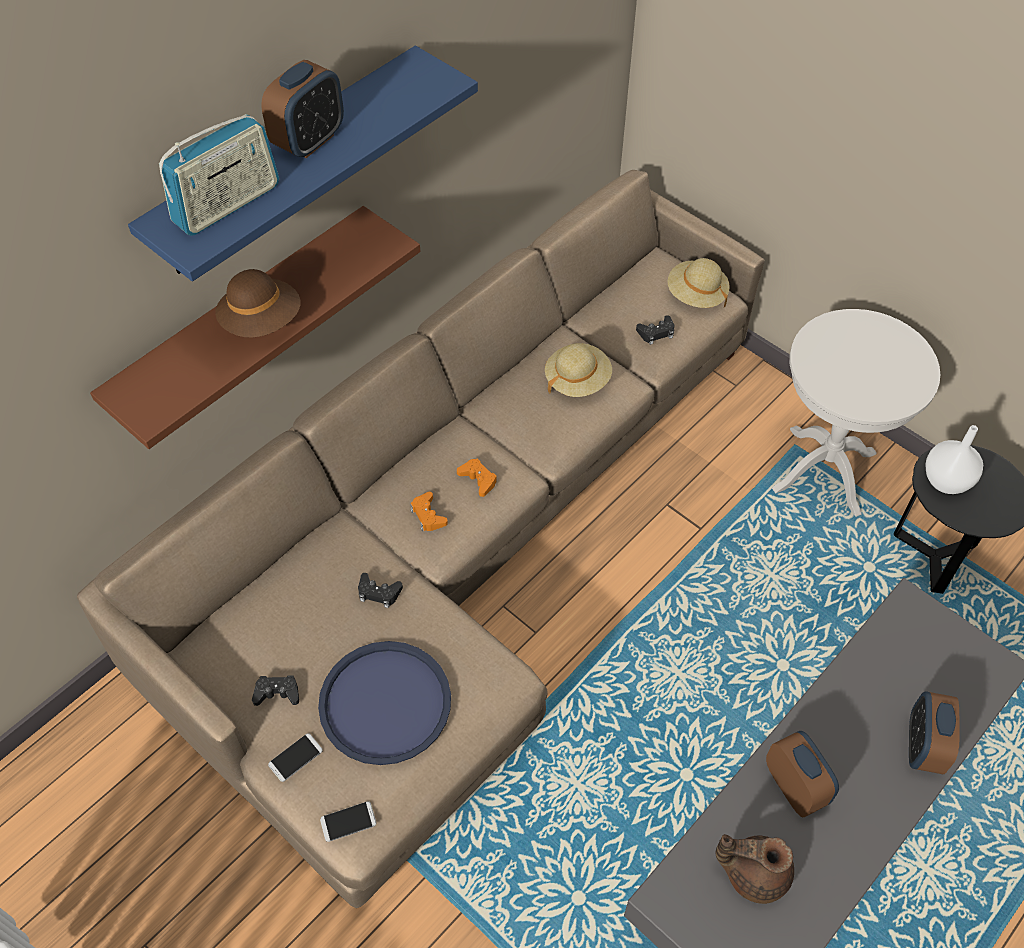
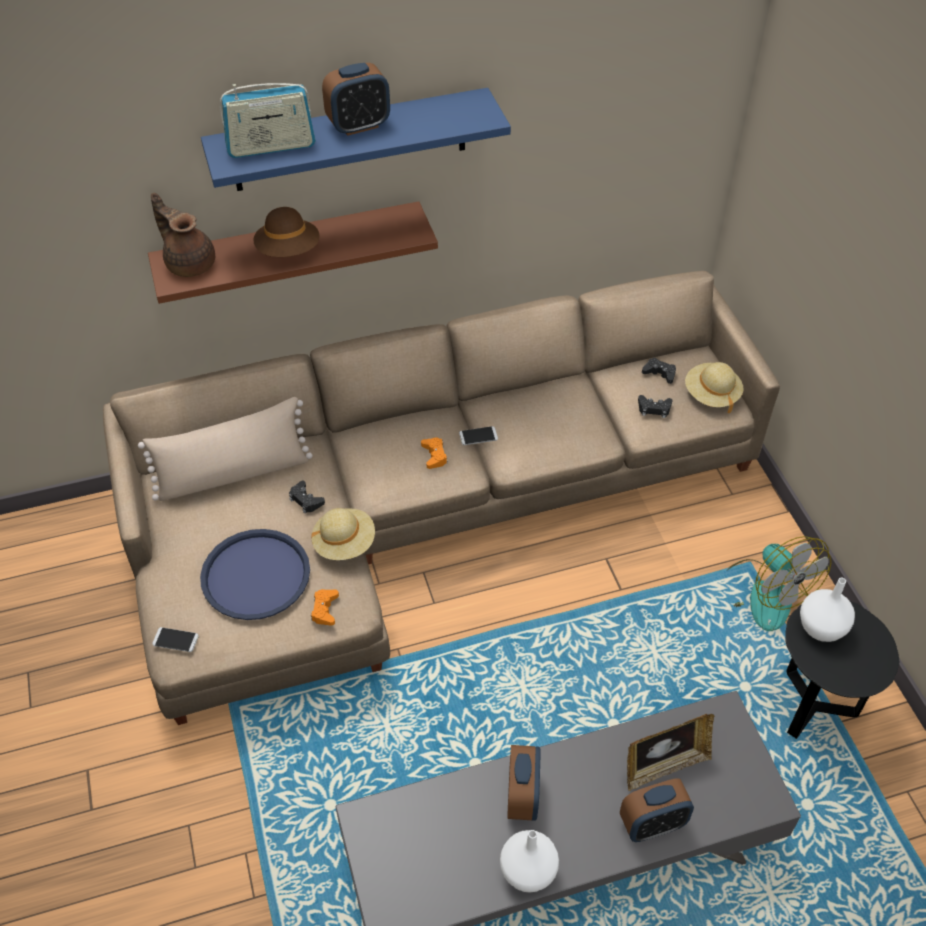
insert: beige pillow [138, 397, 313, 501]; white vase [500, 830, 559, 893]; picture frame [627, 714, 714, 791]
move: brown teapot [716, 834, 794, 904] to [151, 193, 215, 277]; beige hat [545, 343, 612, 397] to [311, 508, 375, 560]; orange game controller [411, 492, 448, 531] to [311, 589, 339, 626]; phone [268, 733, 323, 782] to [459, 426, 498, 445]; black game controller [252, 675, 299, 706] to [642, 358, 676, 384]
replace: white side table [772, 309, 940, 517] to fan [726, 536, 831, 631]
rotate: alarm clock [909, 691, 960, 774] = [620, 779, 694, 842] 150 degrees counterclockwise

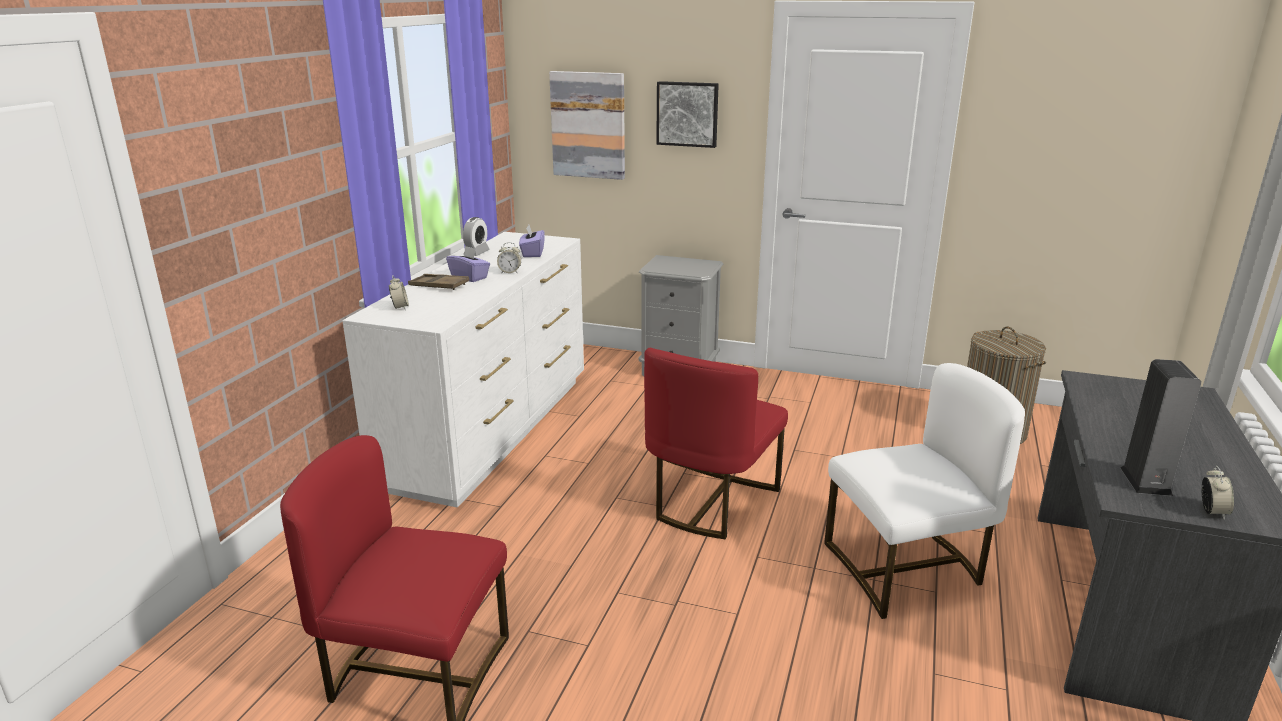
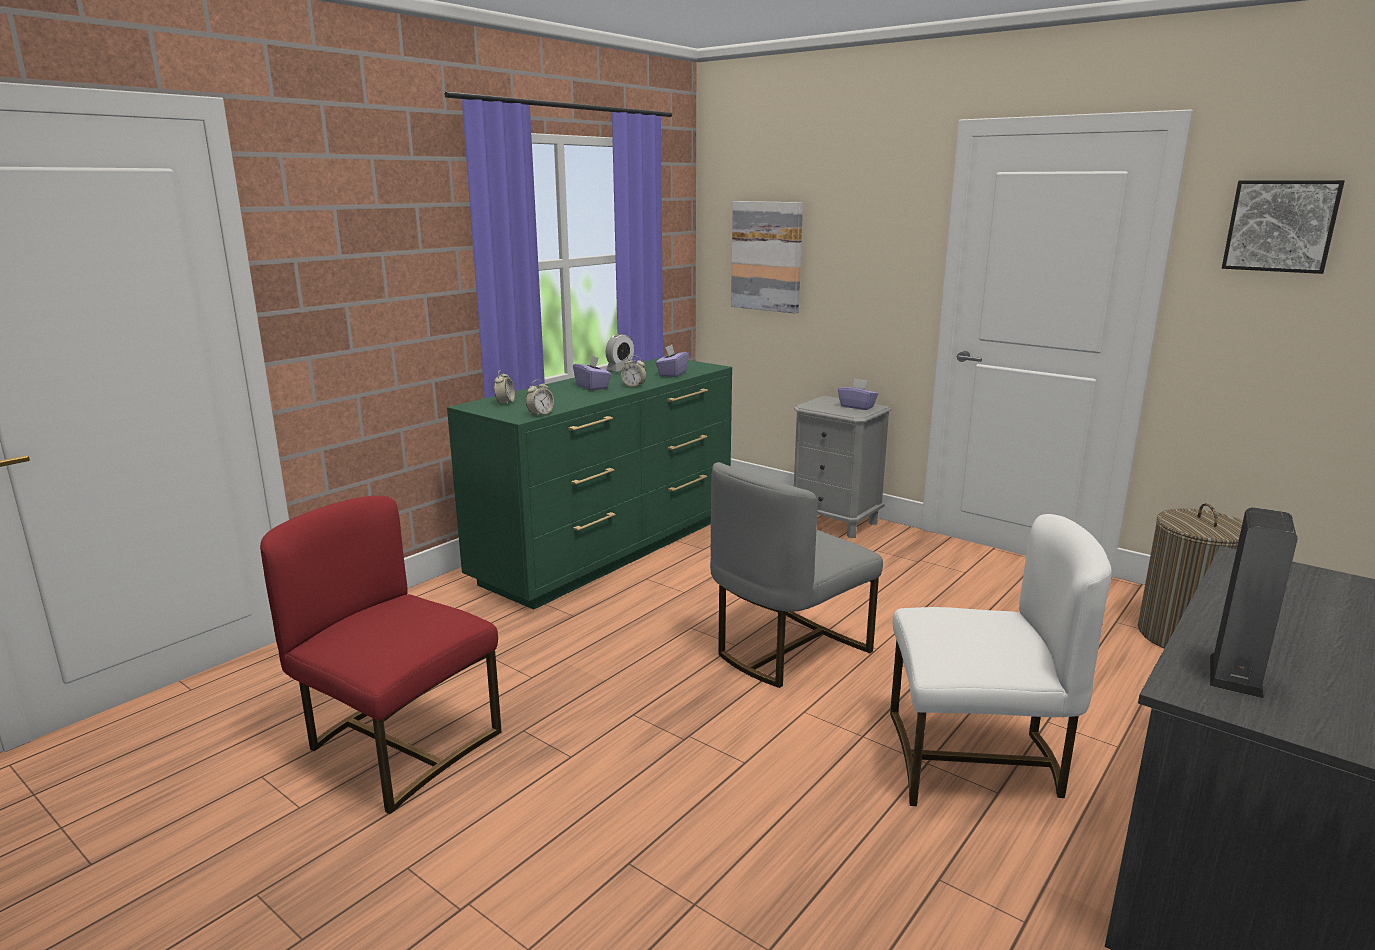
delete: brown tray [408, 274, 469, 290]
insert: purple tissue box [838, 379, 878, 410]
move: alarm clock [1202, 466, 1234, 520] to [526, 380, 554, 417]; picture [656, 81, 719, 148] to [1222, 180, 1345, 274]
recolor: white dresser [342, 232, 584, 508] to green dresser [447, 357, 732, 610]; red chair [644, 348, 788, 539] to grey chair [710, 462, 883, 688]

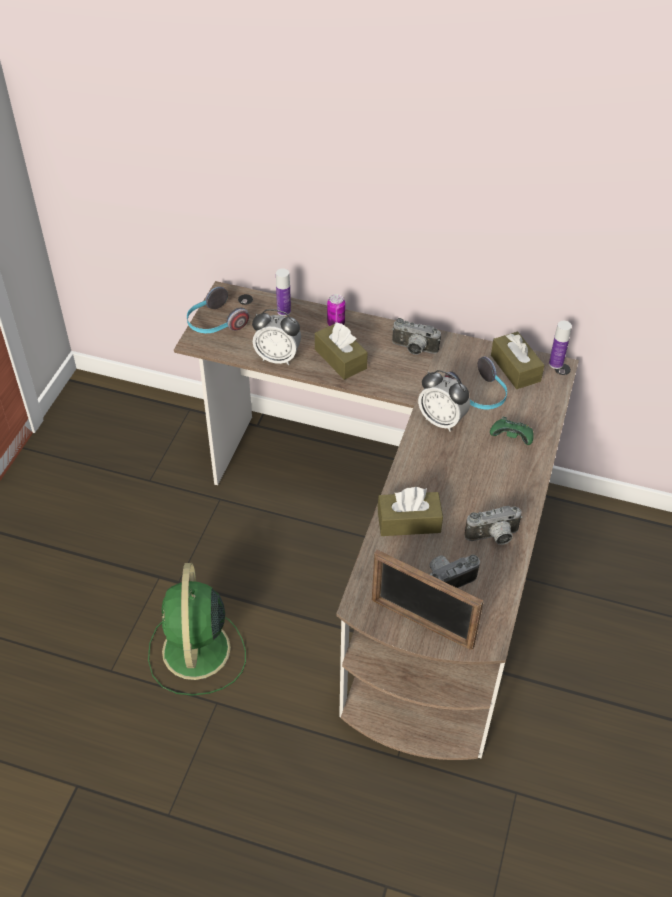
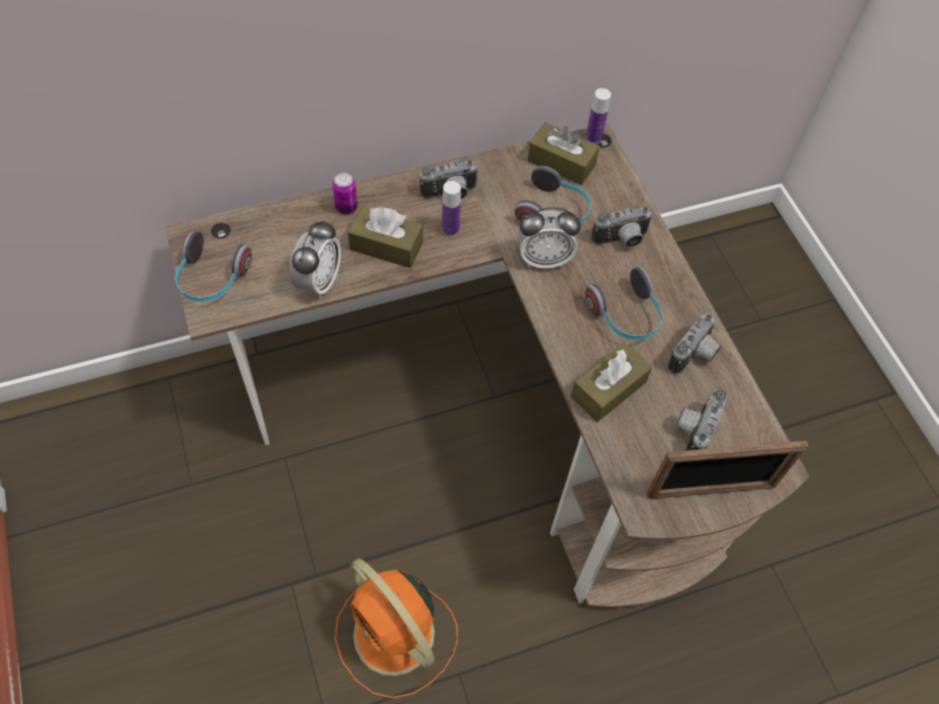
insert: headphones [585, 267, 662, 340]
move: bottle [276, 268, 291, 316] to [442, 181, 461, 237]
replace: green game controller [490, 417, 534, 445] to photo camera [591, 206, 653, 248]
recolor: green fan [148, 563, 246, 696] to orange fan [335, 559, 458, 699]
rotate: alarm clock [252, 309, 301, 365] = [289, 220, 341, 298] 45 degrees counterclockwise

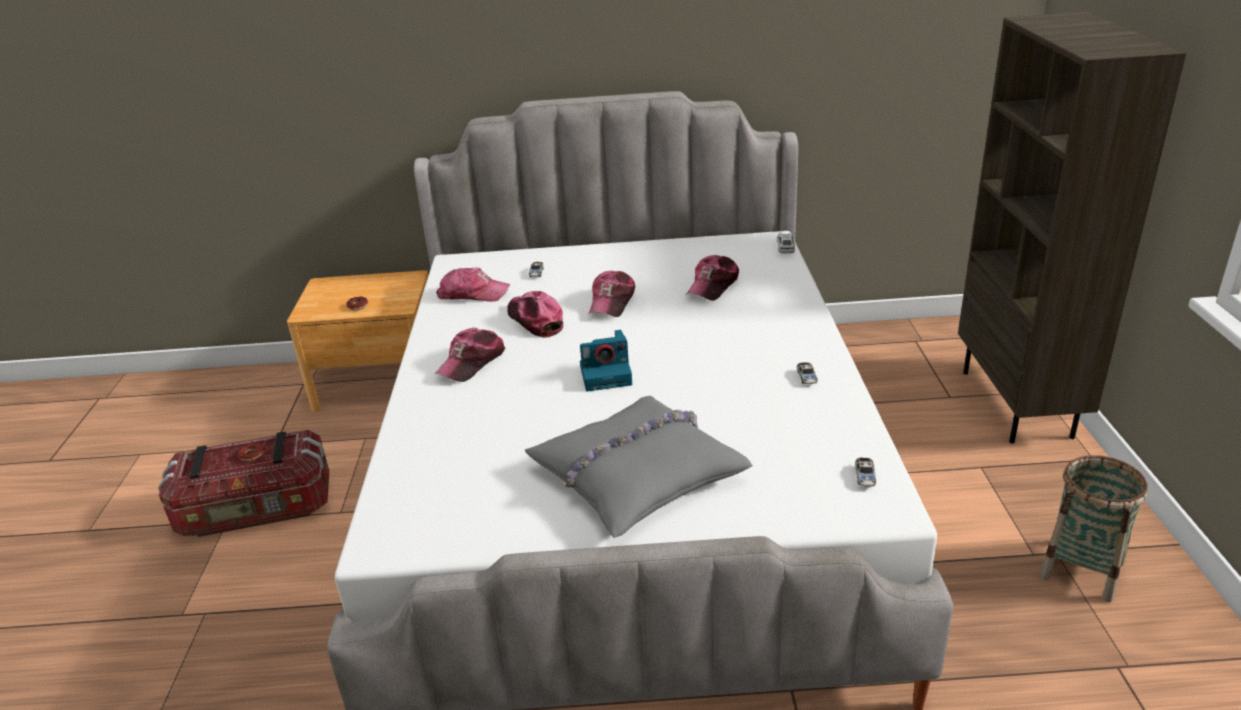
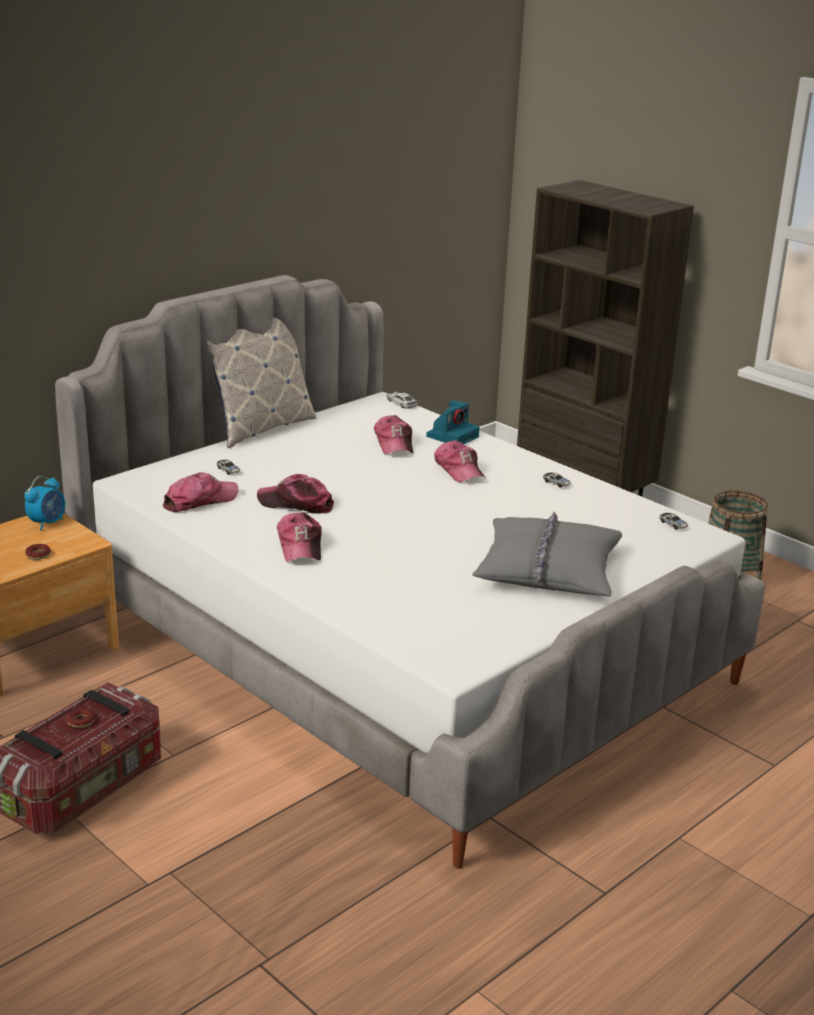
insert: alarm clock [24, 476, 65, 531]; pillow [207, 318, 316, 448]
move: photo camera [580, 330, 632, 391] to [426, 400, 480, 444]; cap [589, 271, 635, 317] to [434, 440, 485, 483]

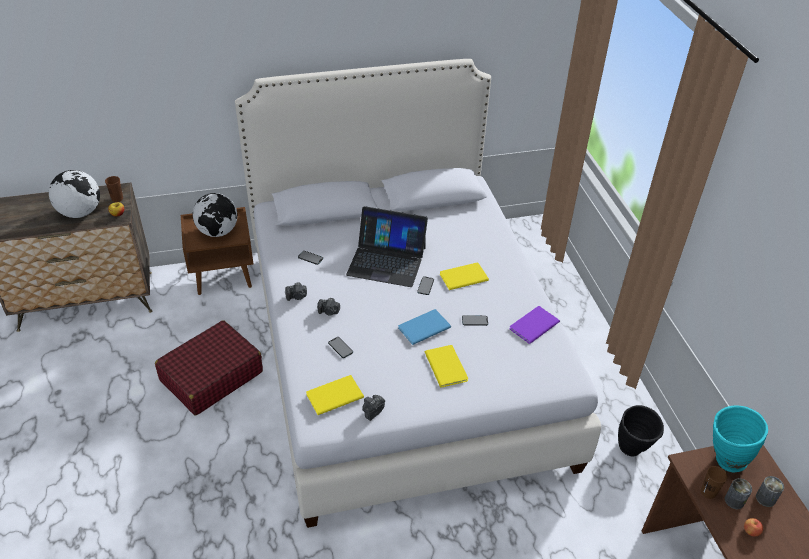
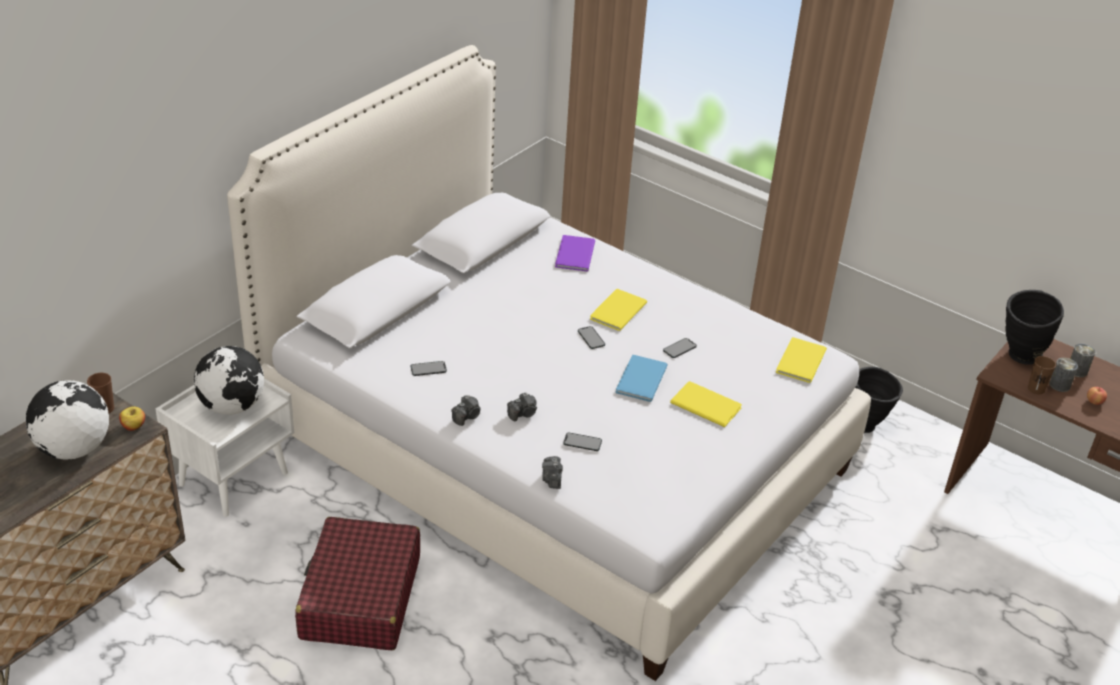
delete: laptop [346, 206, 428, 287]
move: photo camera [362, 395, 385, 421] to [542, 456, 563, 489]; purple book [509, 306, 560, 344] to [555, 235, 595, 271]; yellow book [306, 375, 364, 415] to [776, 337, 827, 383]
recolor: brown nightstand [181, 207, 254, 295] to white nightstand [155, 378, 294, 517]; turquoise vase [713, 406, 768, 473] to black vase [1005, 290, 1064, 365]

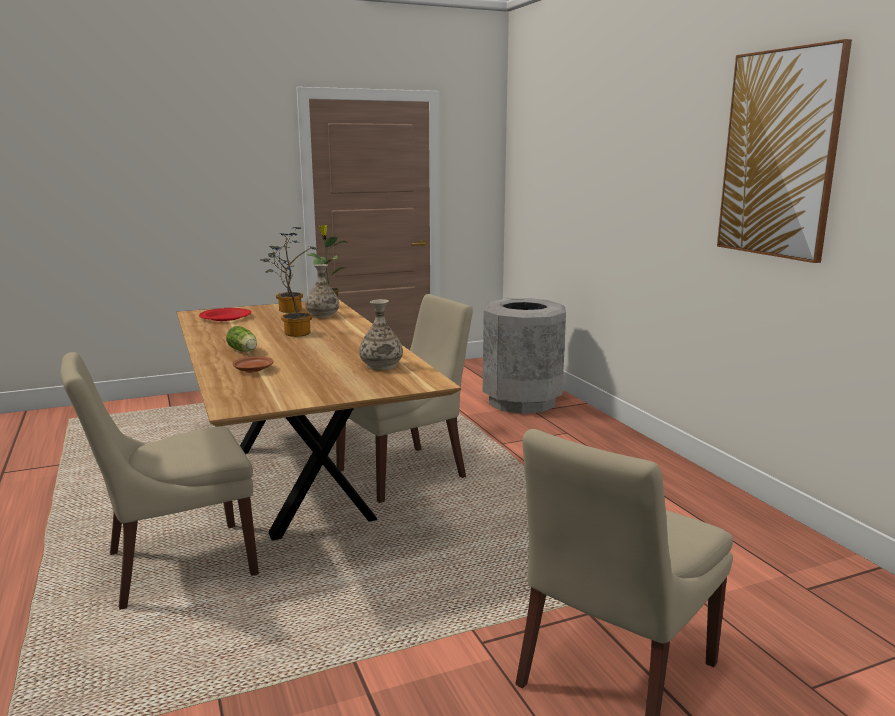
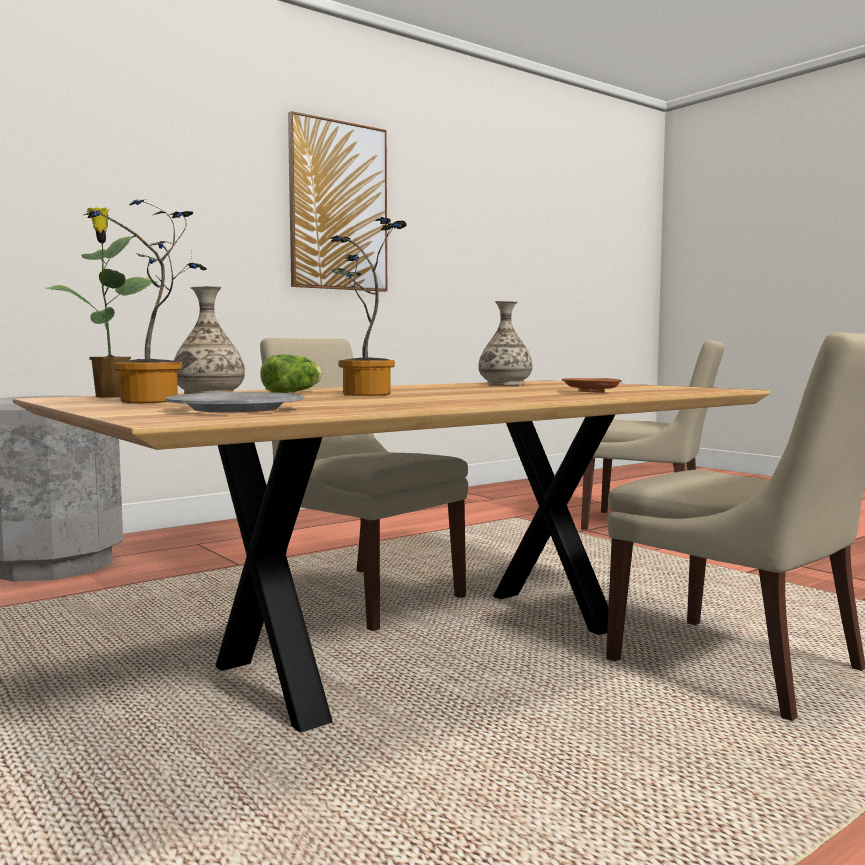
move: lettuce [226, 326, 257, 352] to [260, 355, 322, 393]
recolor: red plate [199, 308, 251, 321] to grey plate [165, 392, 304, 412]

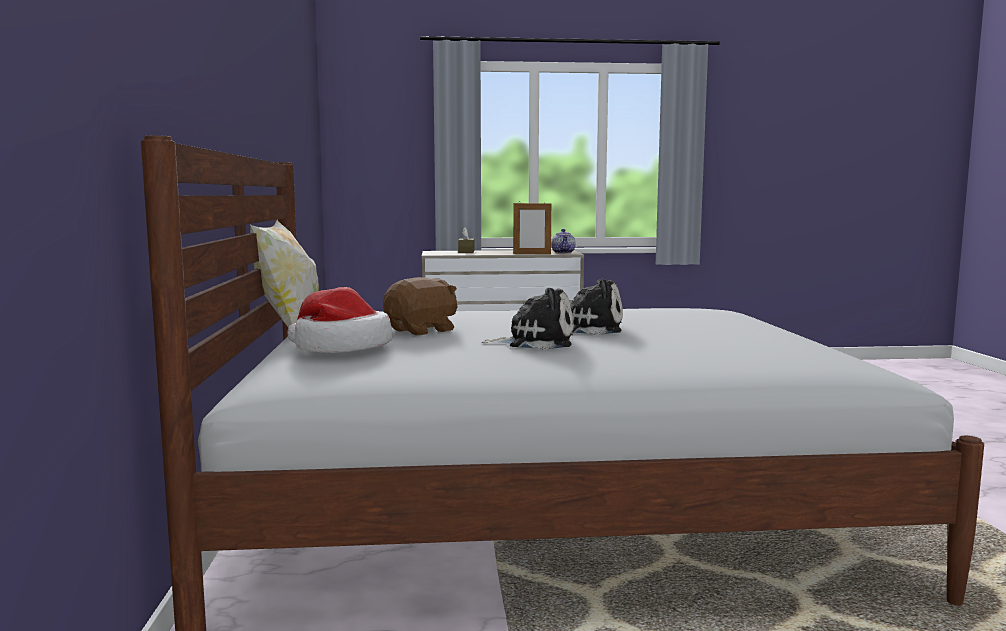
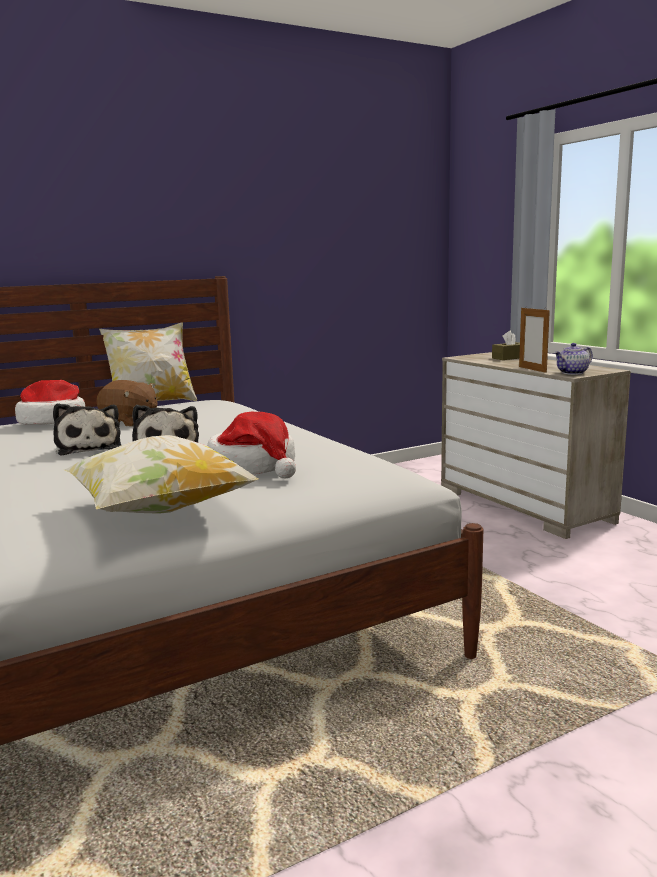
insert: pillow [65, 435, 259, 514]; hat [207, 411, 296, 478]

